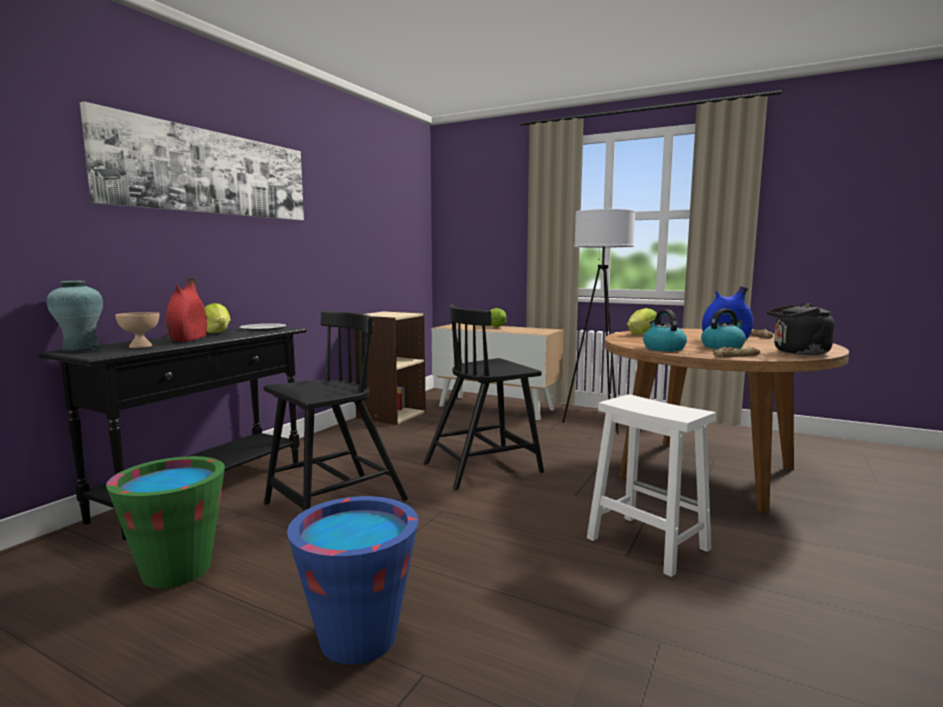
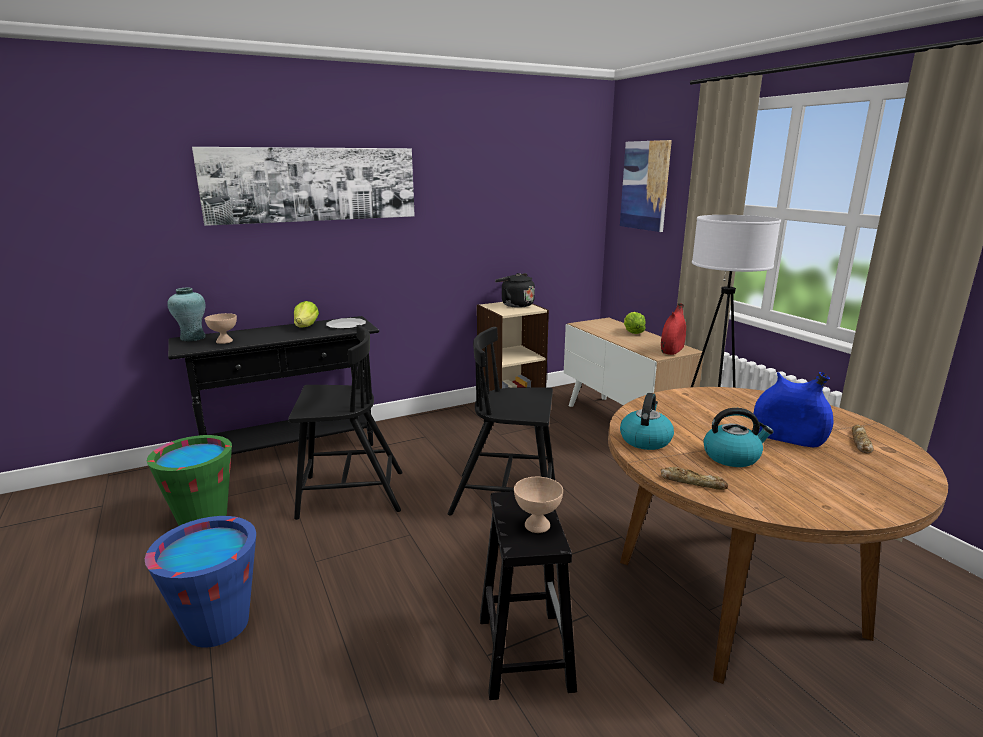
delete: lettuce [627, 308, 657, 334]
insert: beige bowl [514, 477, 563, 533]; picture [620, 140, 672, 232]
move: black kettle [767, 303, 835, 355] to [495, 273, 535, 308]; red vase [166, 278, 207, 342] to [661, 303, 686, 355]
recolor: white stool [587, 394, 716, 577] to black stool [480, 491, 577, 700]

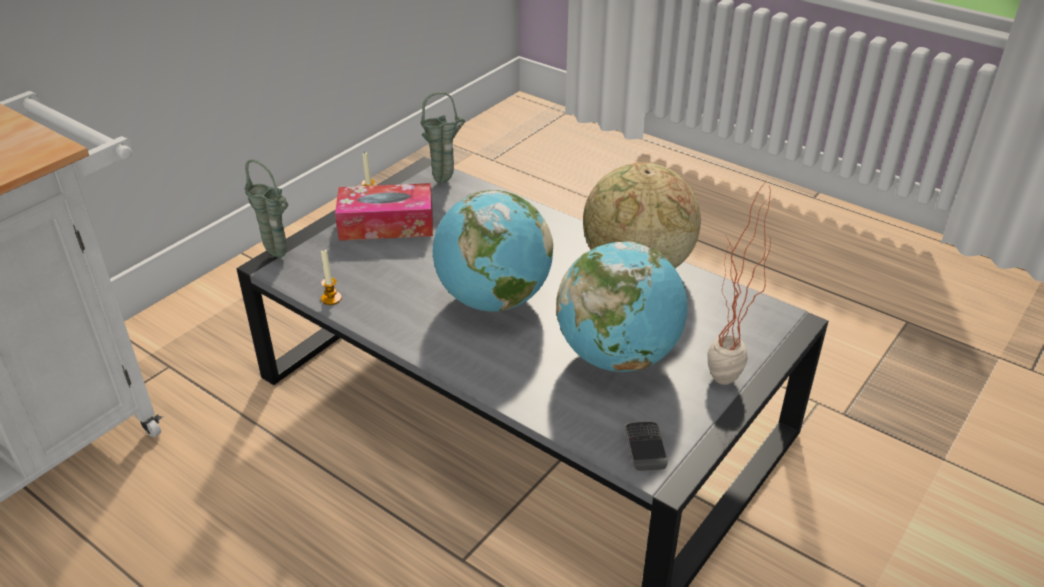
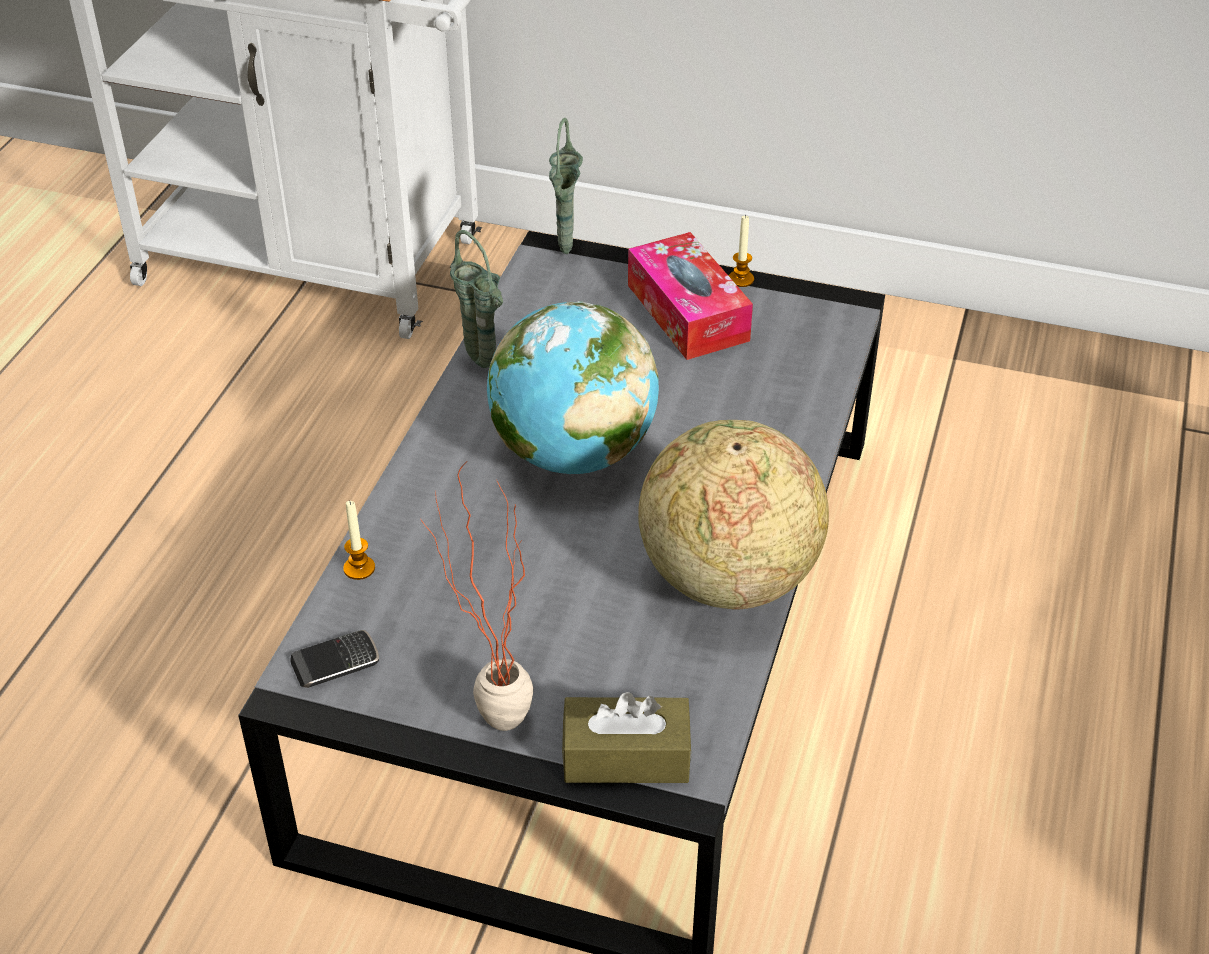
delete: globe [556, 241, 688, 372]
insert: brown tissue box [562, 692, 692, 783]
move: candle [321, 249, 342, 305] to [343, 501, 375, 580]; green vase [420, 92, 465, 183] to [450, 230, 503, 368]

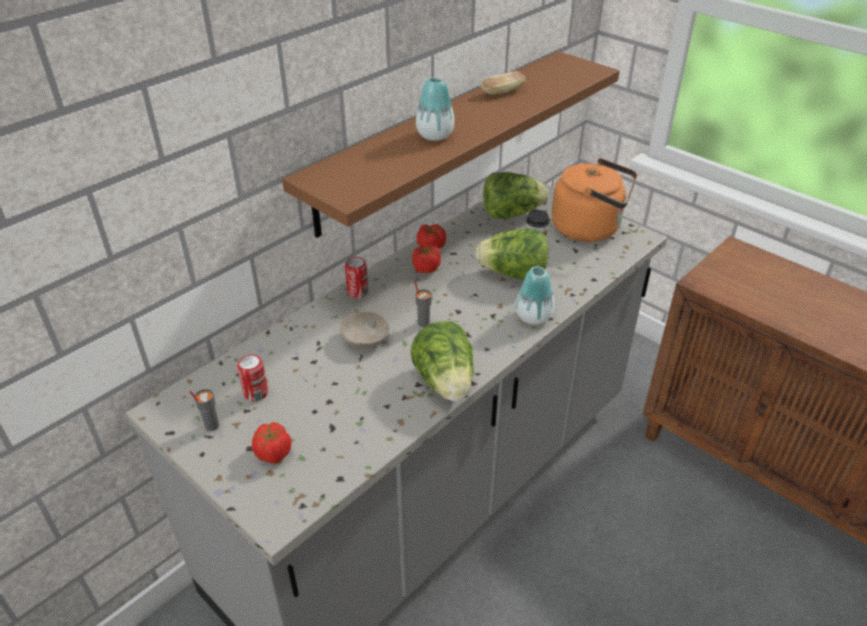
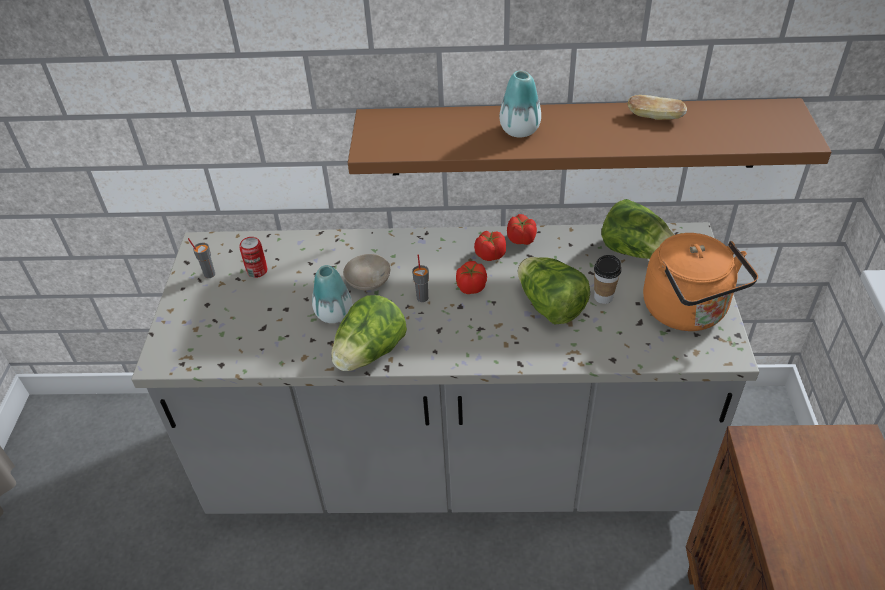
delete: can [345, 257, 368, 298]
move: vase [515, 266, 554, 325] to [312, 265, 352, 323]; tomato [252, 422, 291, 464] to [456, 261, 487, 294]

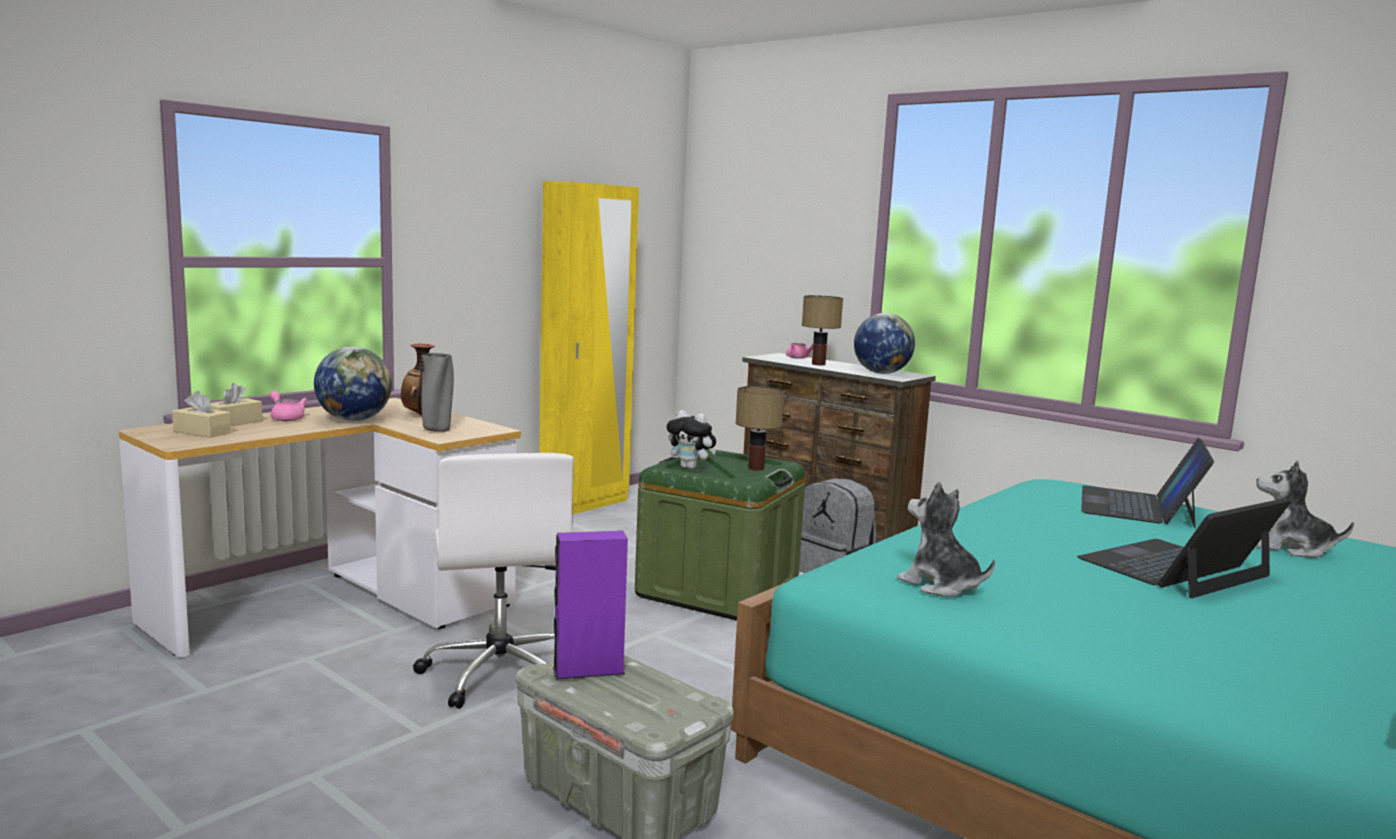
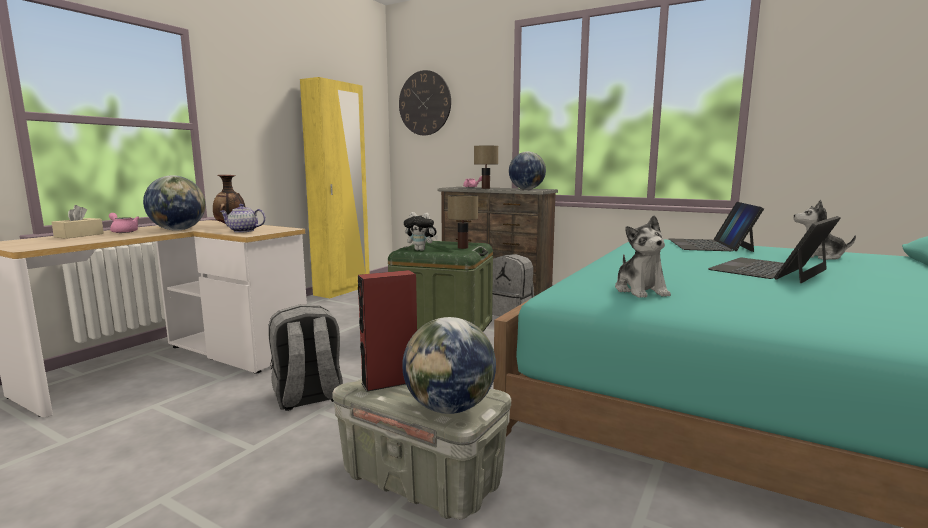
delete: beige tissue box [172, 391, 231, 438]
insert: wall clock [399, 70, 451, 135]; globe [402, 317, 496, 414]
replace: grey vase [421, 353, 454, 432] to teapot [219, 204, 266, 233]; white office chair [413, 453, 574, 709] to grey backpack [268, 305, 343, 411]
recolor: purple speaker [553, 531, 628, 679] to red speaker [358, 270, 417, 392]
rotate: plush toy [897, 482, 995, 597] = [615, 215, 671, 298] 135 degrees counterclockwise

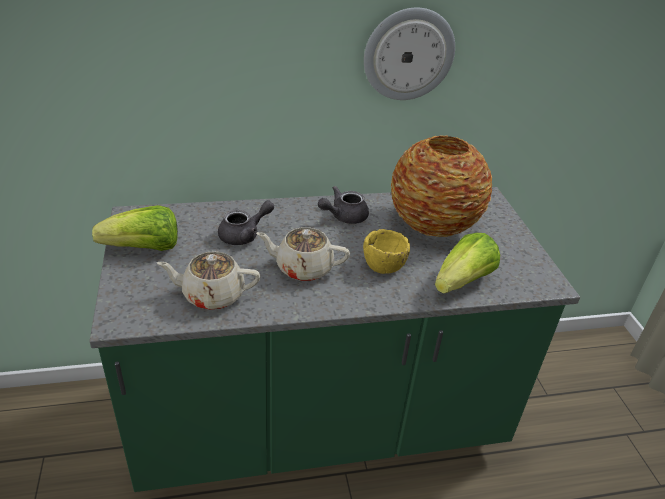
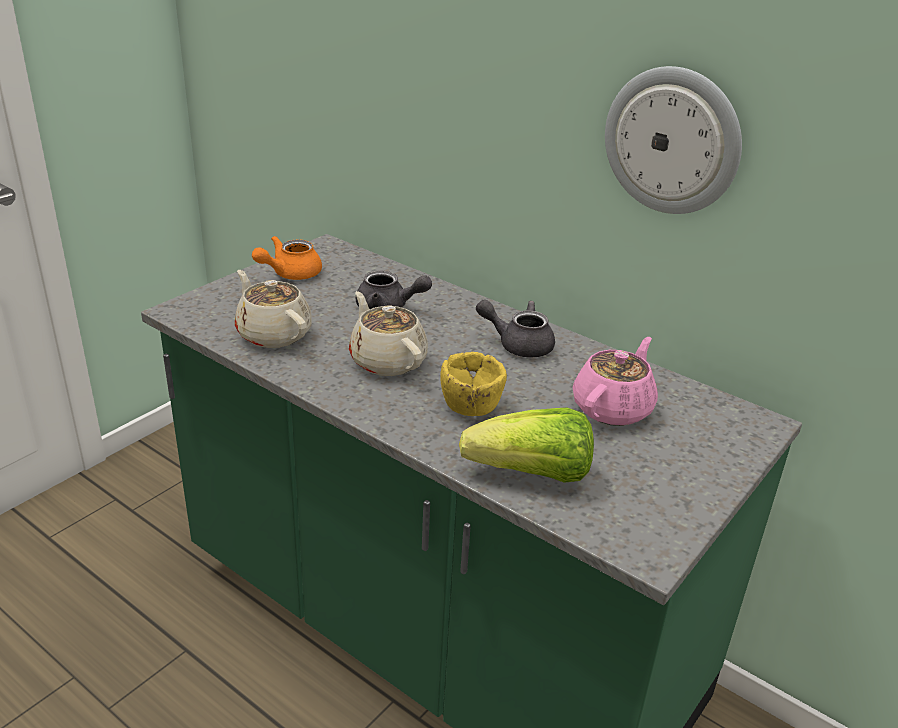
replace: lettuce [92, 205, 178, 251] to orange teapot [252, 236, 322, 280]; vase [391, 135, 492, 237] to pink teapot [573, 337, 658, 426]

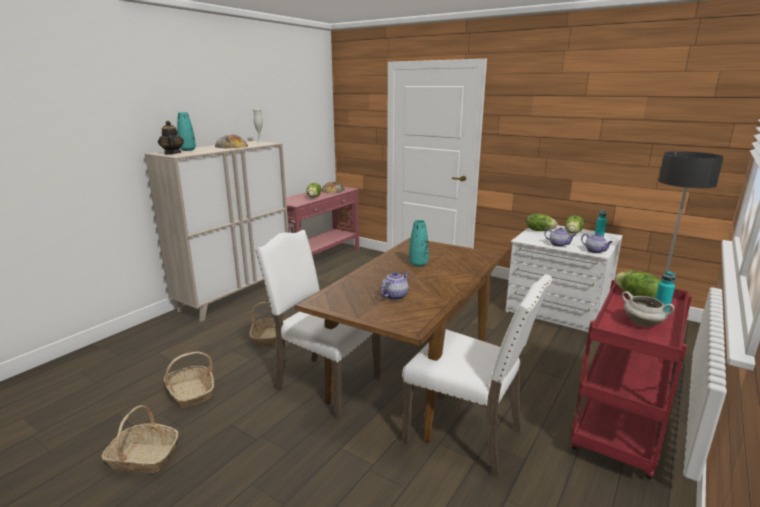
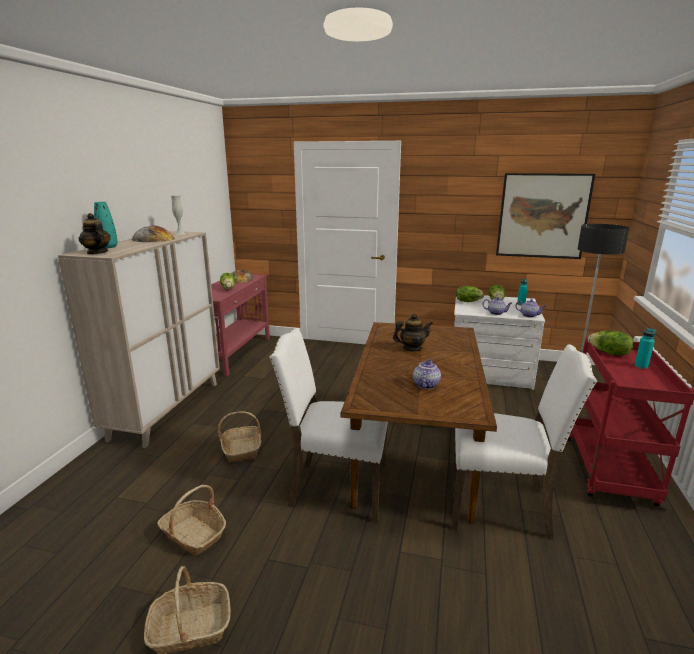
delete: white cooking pot [622, 291, 675, 327]
insert: picture [496, 173, 595, 259]
replace: turquoise vase [409, 220, 429, 267] to teapot [393, 313, 433, 352]

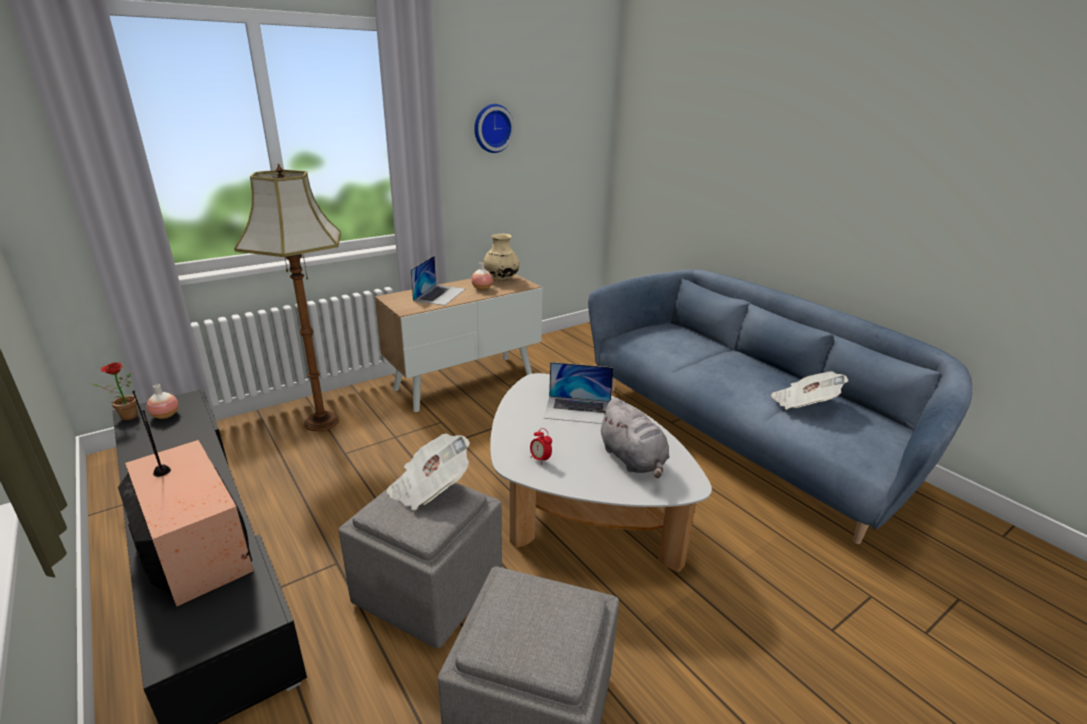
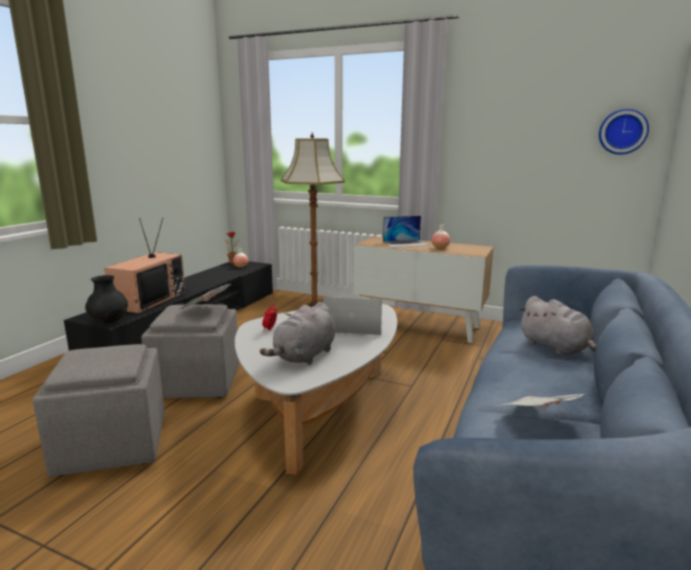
delete: beige vase [483, 234, 520, 281]
insert: black vase [85, 275, 128, 324]; grey plush toy [518, 296, 597, 355]
move: wall clock [474, 104, 514, 153] to [599, 109, 649, 155]
rotate: laptop [544, 362, 614, 424] = [322, 297, 383, 335] 120 degrees clockwise

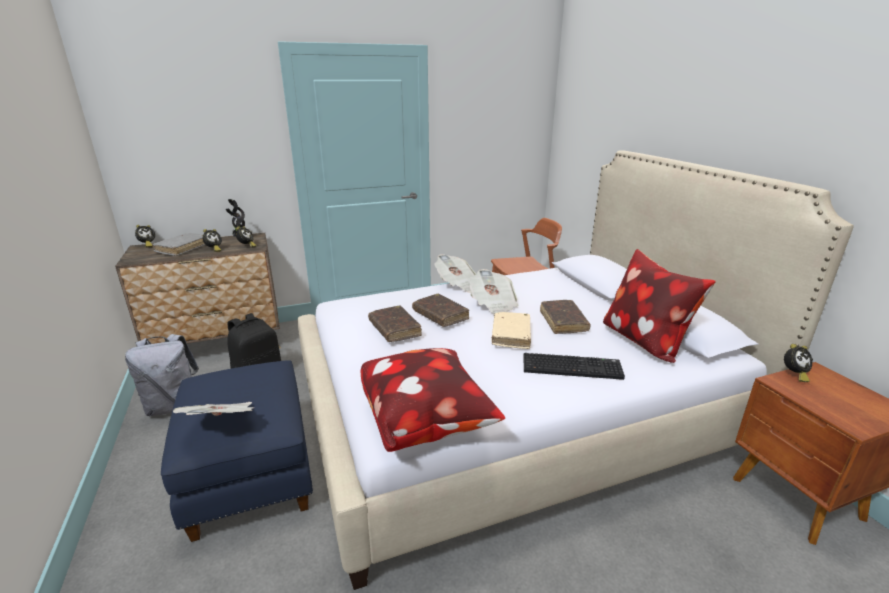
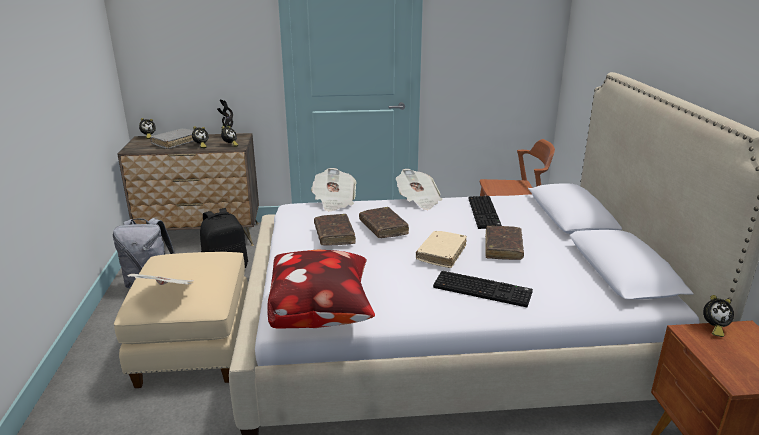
delete: pillow [603, 249, 716, 363]
insert: keyboard [469, 196, 502, 229]
move: newspaper [469, 269, 519, 315] to [311, 168, 357, 211]
recolor: blue ottoman [161, 360, 313, 542] to beige ottoman [114, 252, 248, 388]

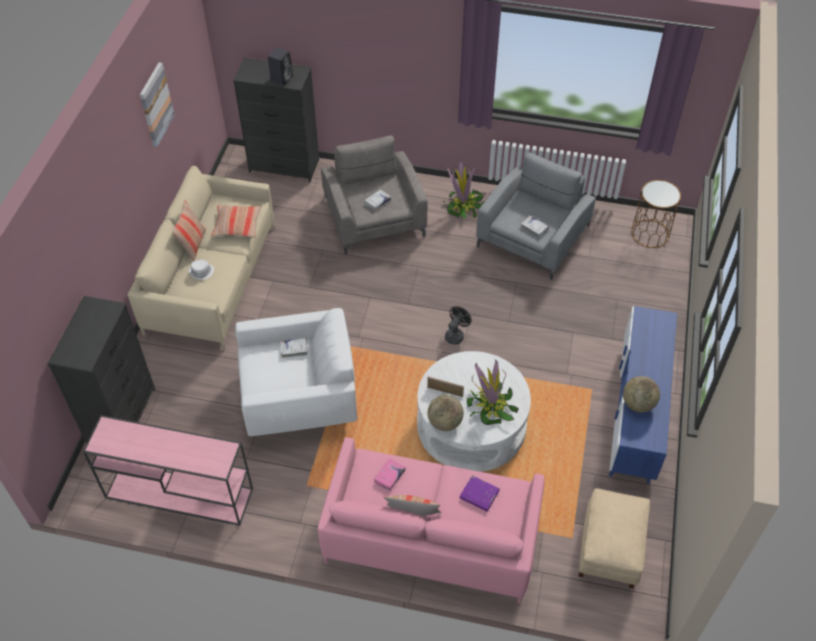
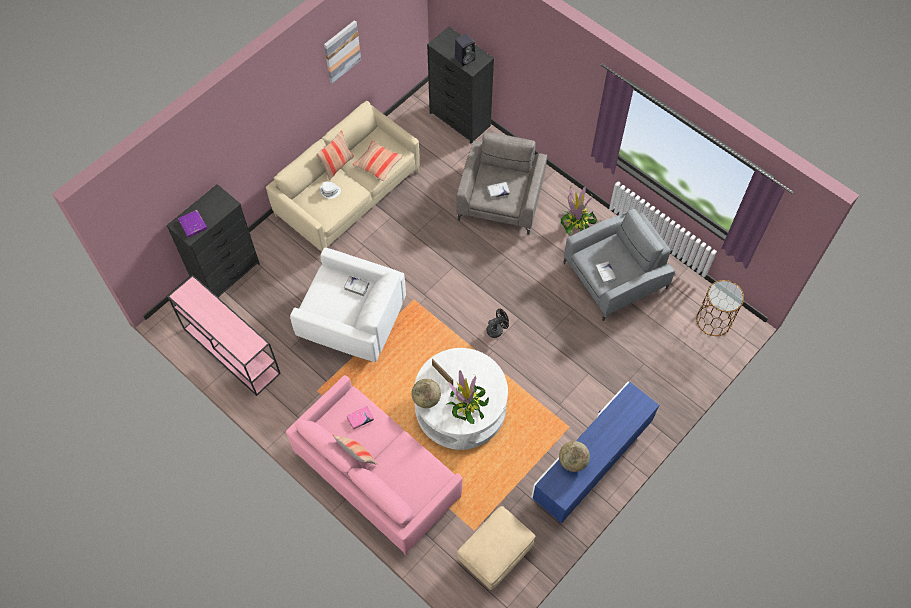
move: purple book [460, 475, 500, 512] to [178, 210, 207, 238]

